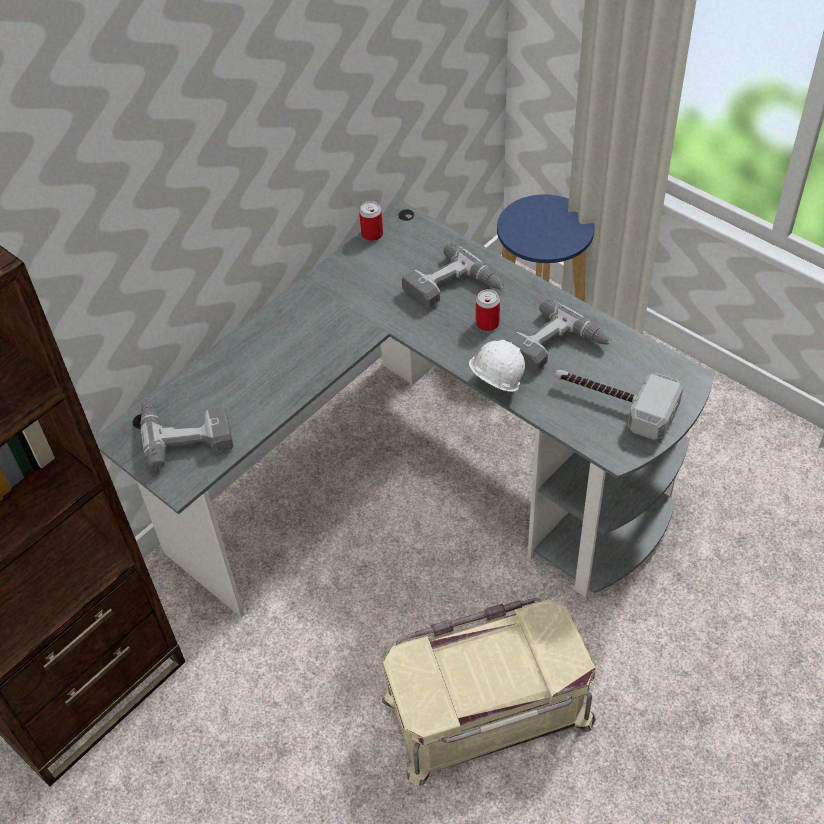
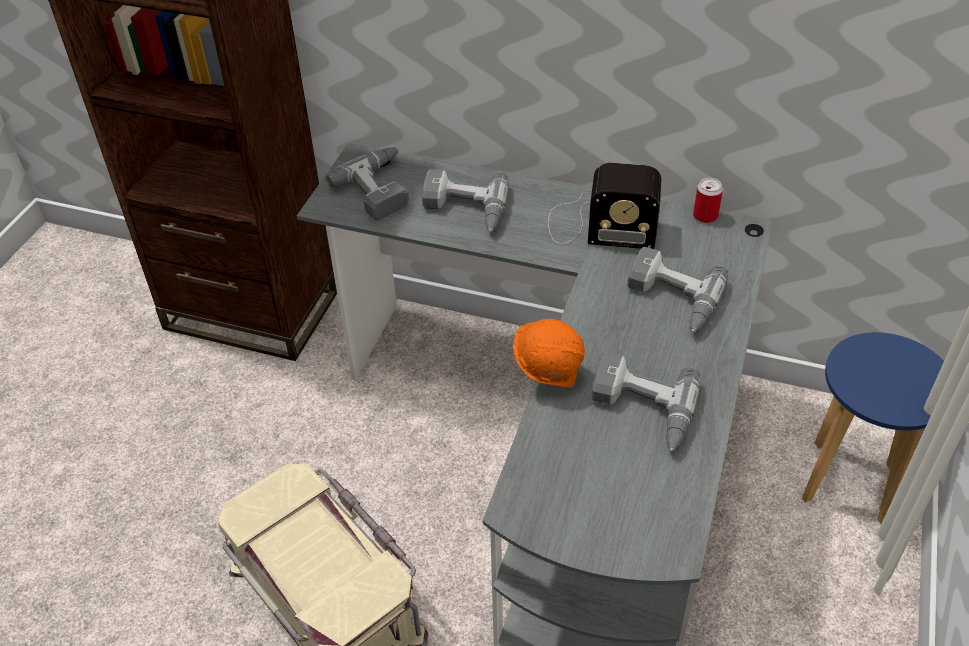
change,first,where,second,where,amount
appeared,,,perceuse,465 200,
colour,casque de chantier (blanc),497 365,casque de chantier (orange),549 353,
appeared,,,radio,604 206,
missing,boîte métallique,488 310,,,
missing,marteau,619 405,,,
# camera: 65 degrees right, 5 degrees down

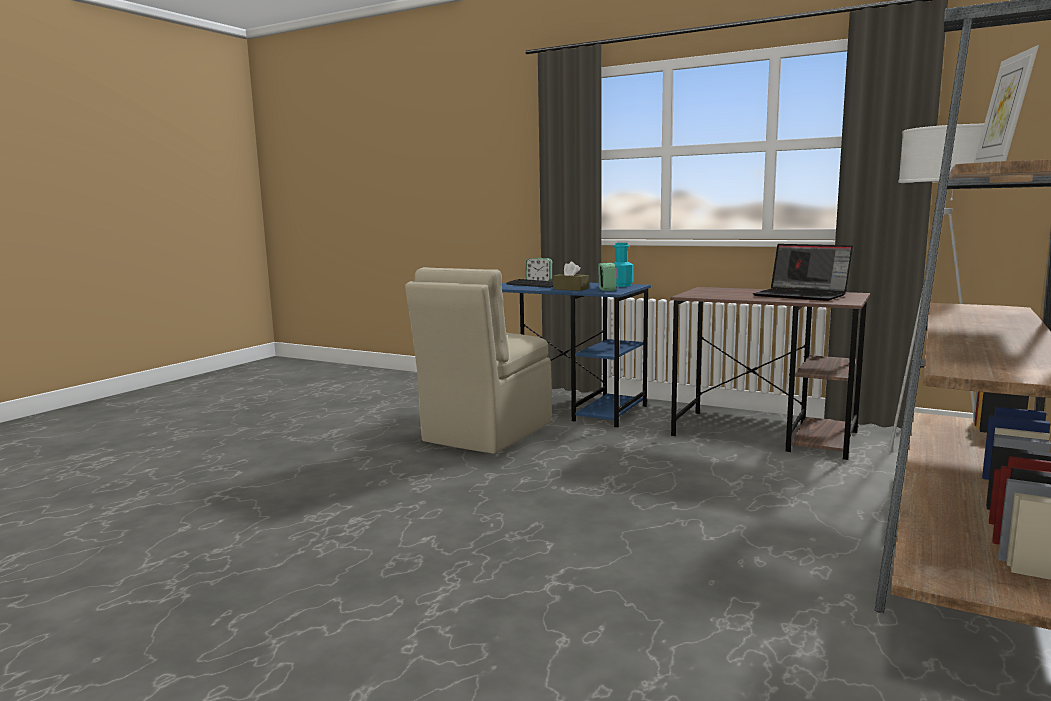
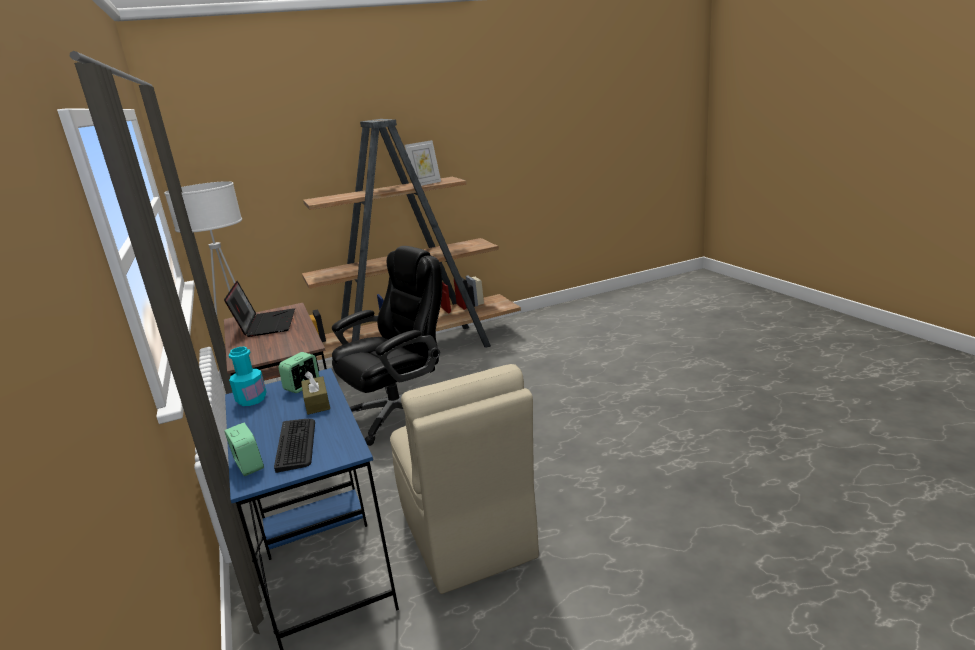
change,first,where,second,where,amount
appeared,,,chaise de bureau (noir),387 346,
spun,chaise (beige),478 360,,464 479,90 degrees clockwise
# camera: 140 degrees left, 10 degrees up

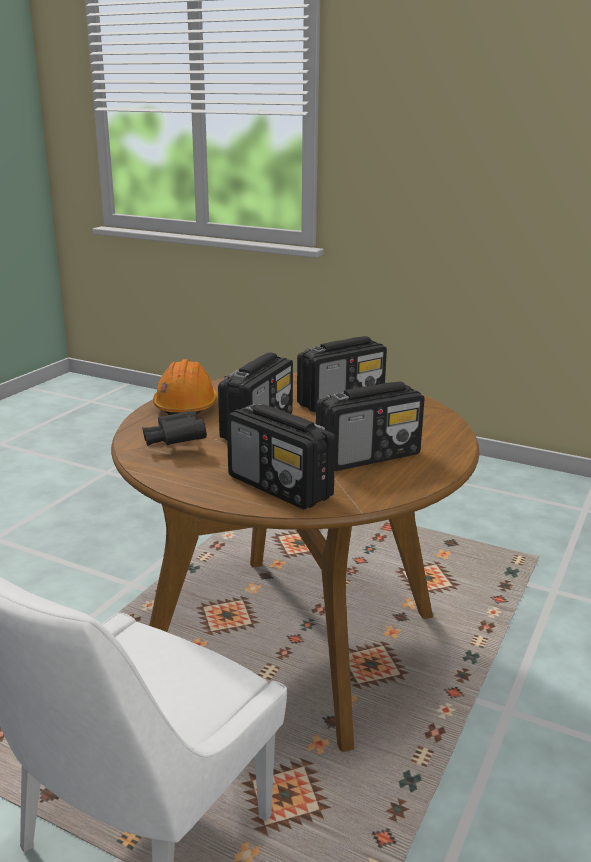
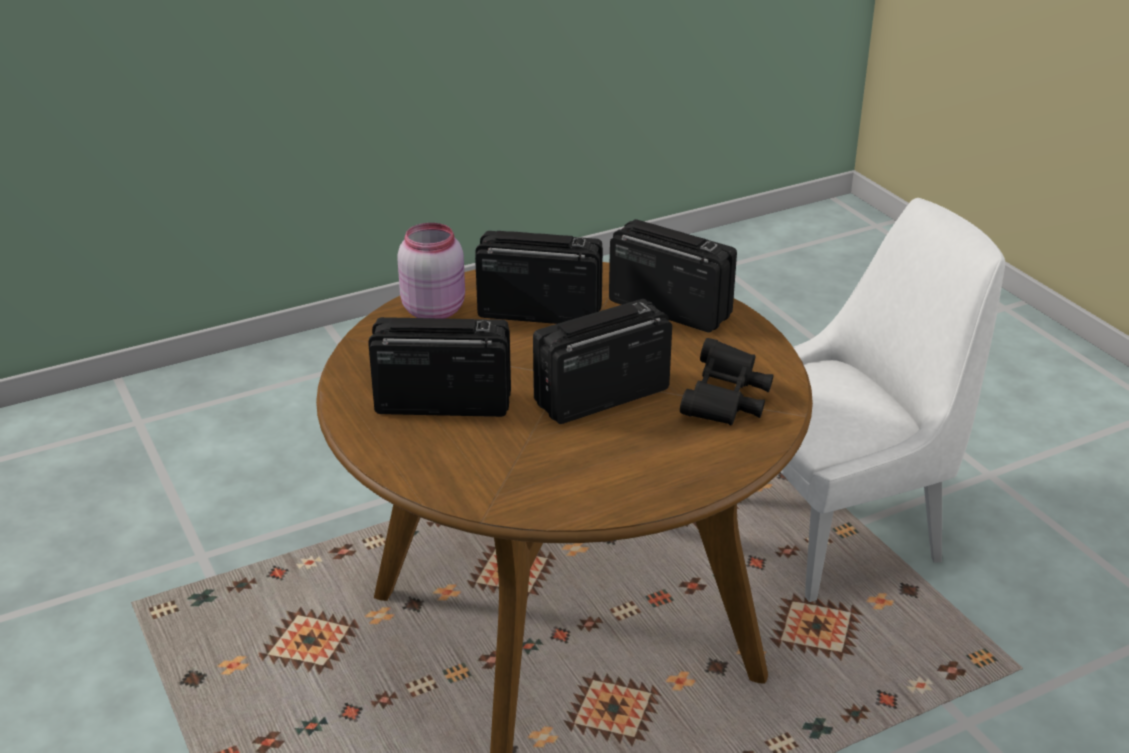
change,first,where,second,where,amount
appeared,,,bocal (rose),431 271,
spun,radio,281 456,,673 276,45 degrees counterclockwise
missing,casque de chantier (orange),185 387,,,
# camera: 145 degrees left, 10 degrees up

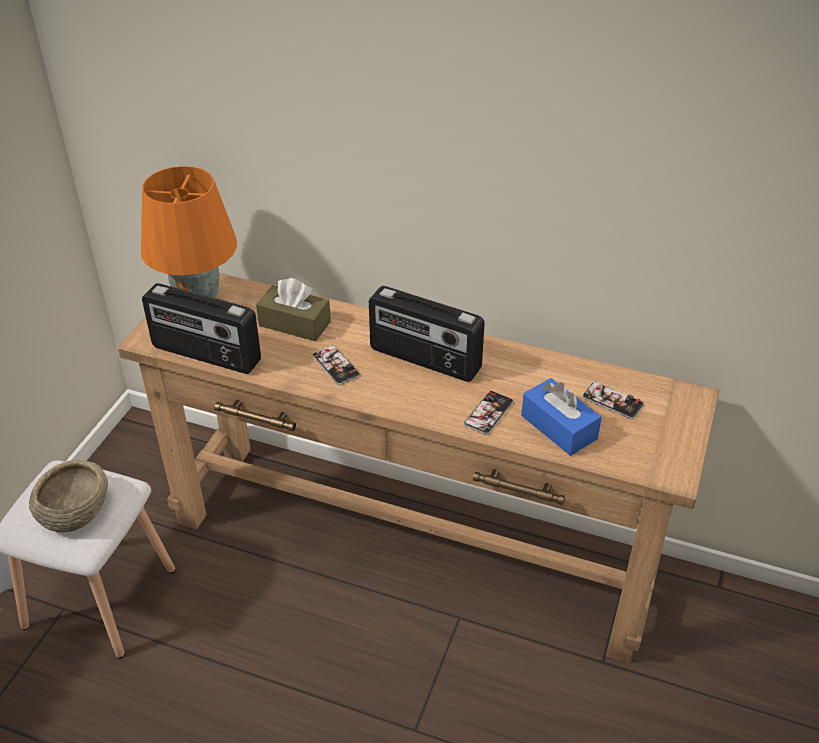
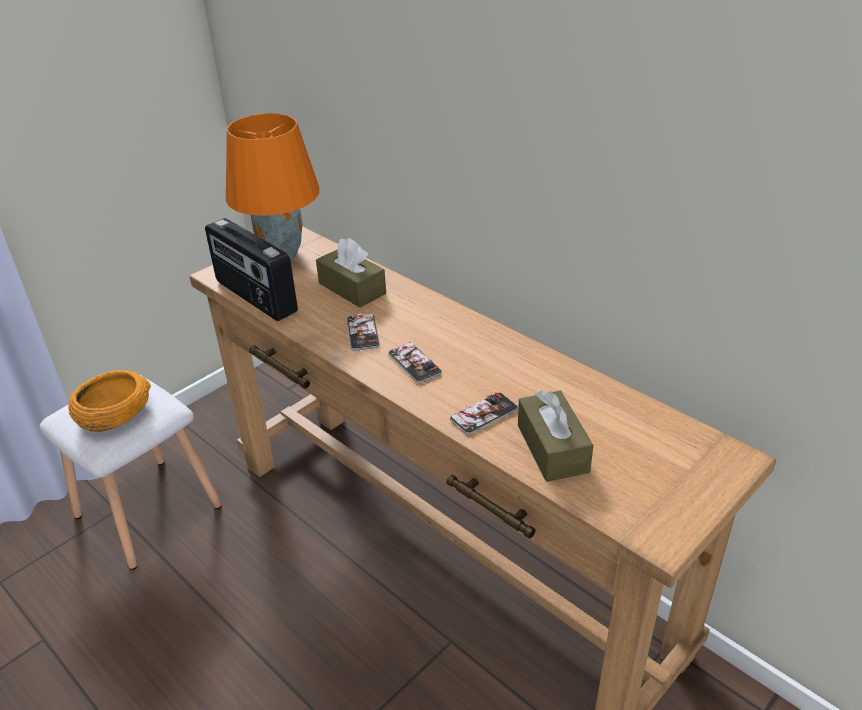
change,first,where,second,where,amount
colour,bol (beige),68 496,bol (orange),109 401,
relocated,téléphone,613 400,,415 362,
colour,boîte à mouchoirs (bleu),561 417,boîte à mouchoirs (marron),555 436,
missing,radio,427 334,,,
# camera: 25 degrees right, 5 degrees down

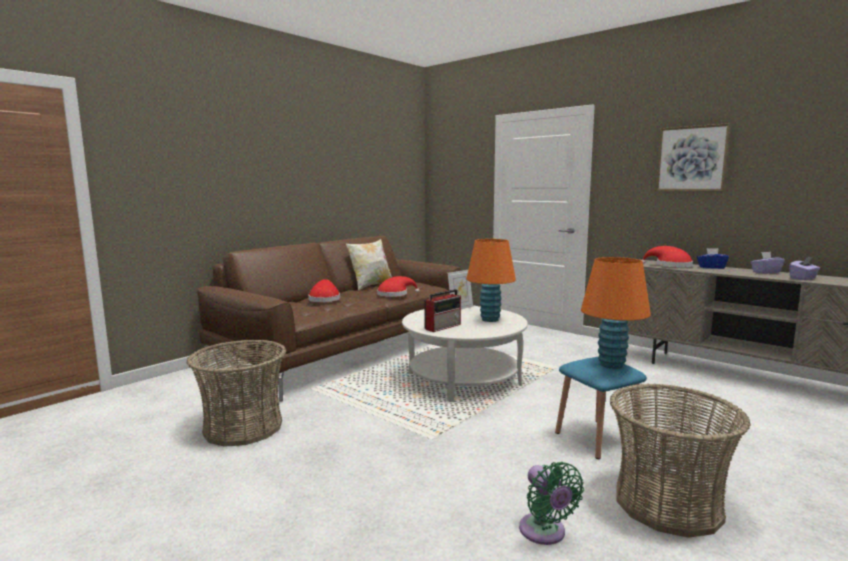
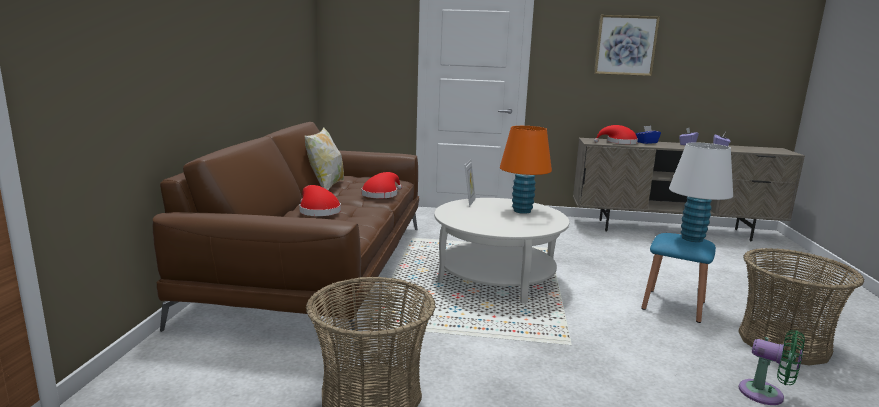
change,first,where,second,where,amount
colour,lampe de table (orange),616 313,lampe de table (blanc),701 192,
missing,radio,442 310,,,
# camera: 35 degrees left, 5 degrees up

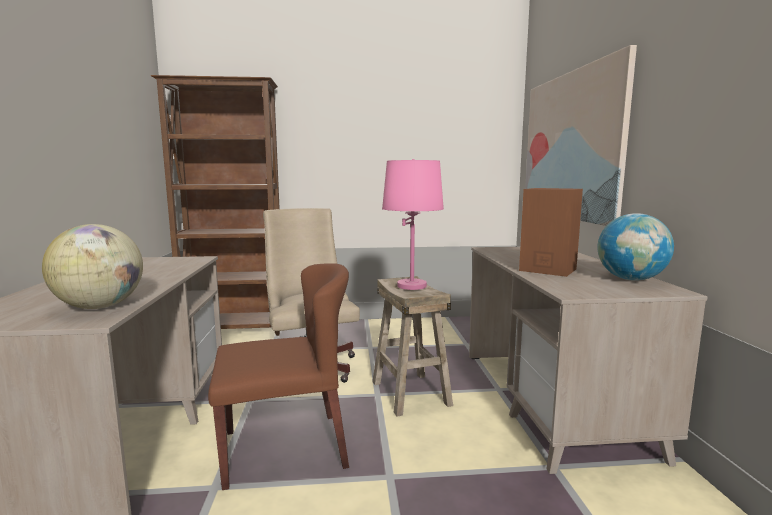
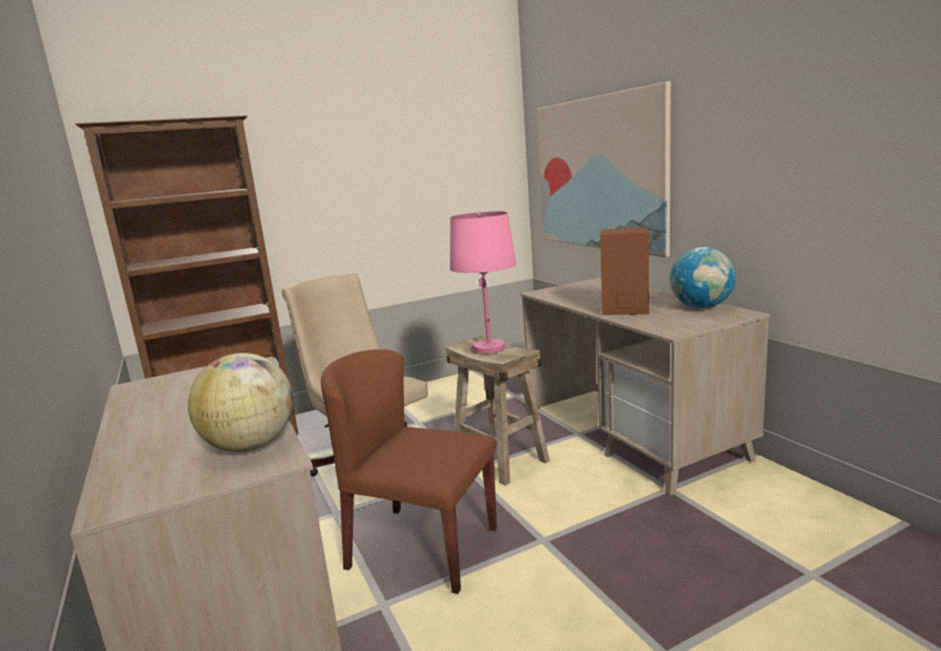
change,first,where,second,where,amount
spun,chaise (marron),278 376,,409 472,120 degrees counterclockwise
# camera: 20 degrees left, 5 degrees up

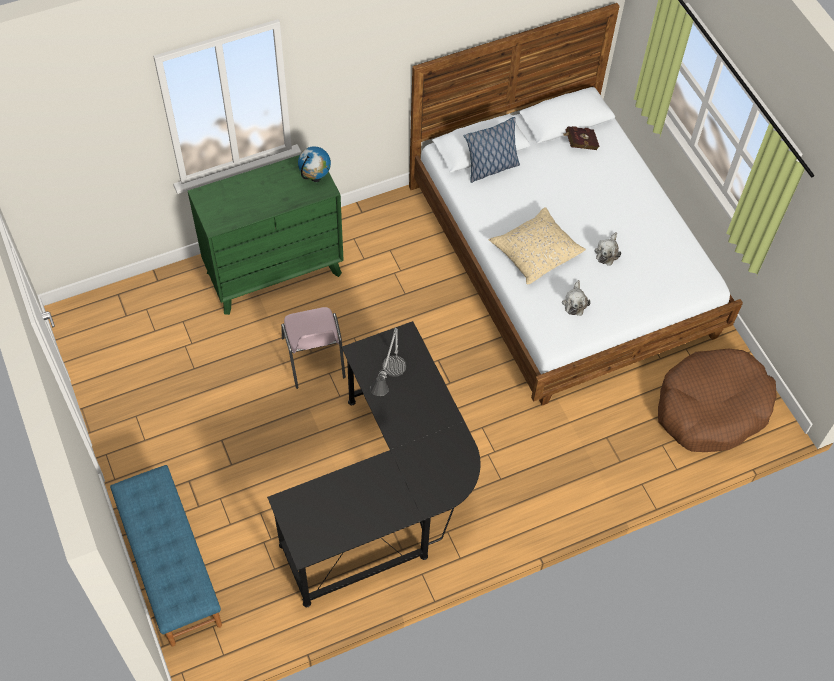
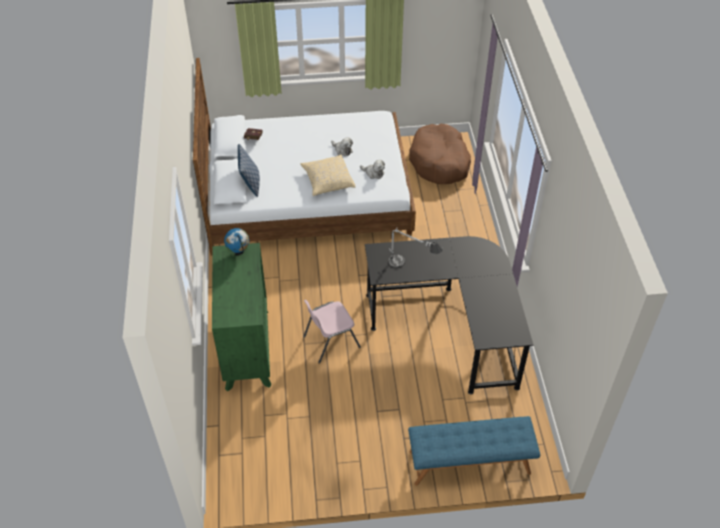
change,first,where,second,where,amount
spun,chaise (rose),313 348,,332 332,150 degrees clockwise
# camera: 70 degrees left, 10 degrees down

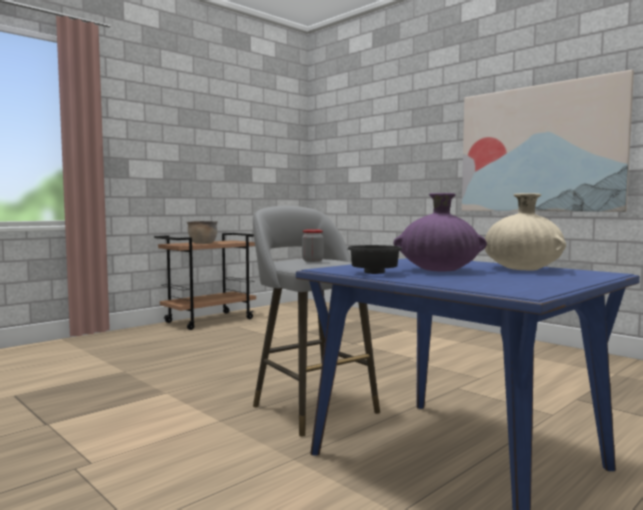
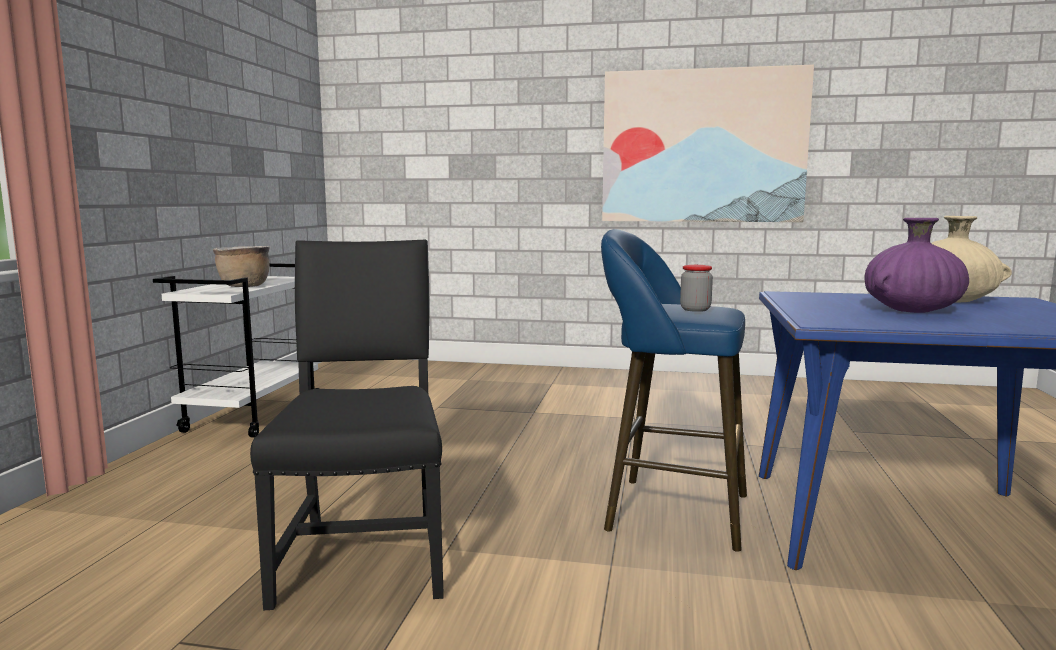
change,first,where,second,where,amount
colour,chariot (marron),205 281,chariot (blanc),236 350,
appeared,,,chaise (noir),347 425,
colour,tabouret (gris),316 321,tabouret (bleu),674 390,
missing,bol (noir),375 259,,,
# camera: 35 degrees left, 5 degrees up

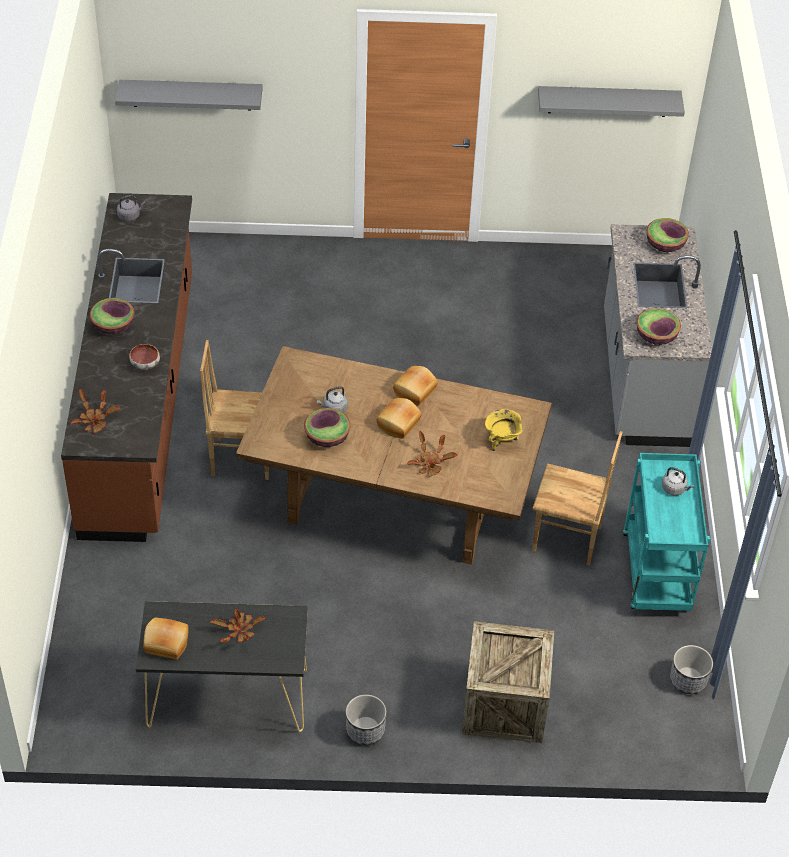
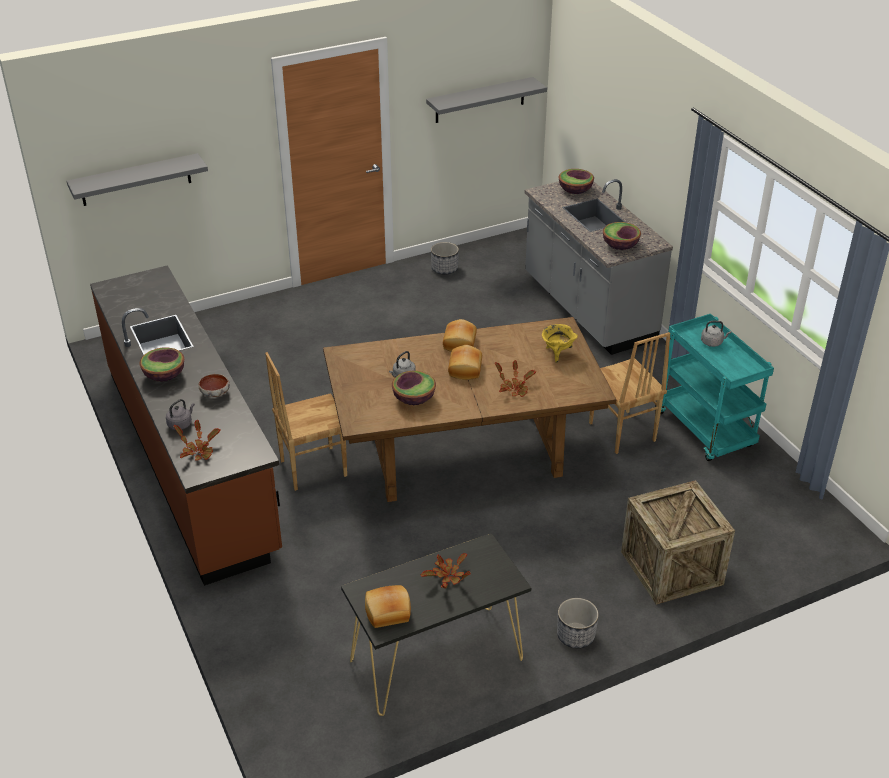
change,first,where,second,where,amount
relocated,bouilloire (gris),131 208,,180 414,
relocated,cache-pot,691 669,,445 258,
spun,chaise (marron),577 498,,629 393,75 degrees clockwise
# camera: 25 degrees left, 10 degrees down

